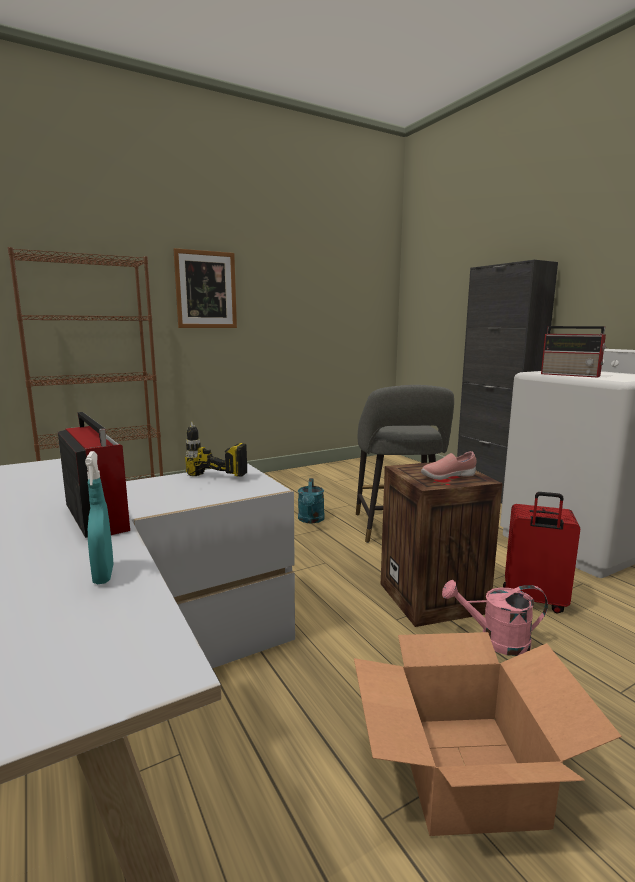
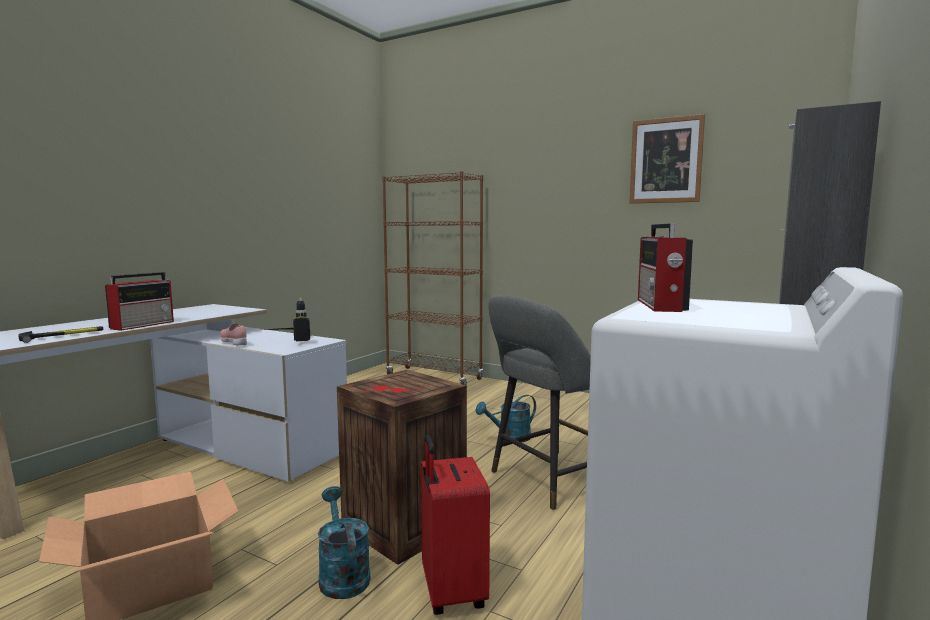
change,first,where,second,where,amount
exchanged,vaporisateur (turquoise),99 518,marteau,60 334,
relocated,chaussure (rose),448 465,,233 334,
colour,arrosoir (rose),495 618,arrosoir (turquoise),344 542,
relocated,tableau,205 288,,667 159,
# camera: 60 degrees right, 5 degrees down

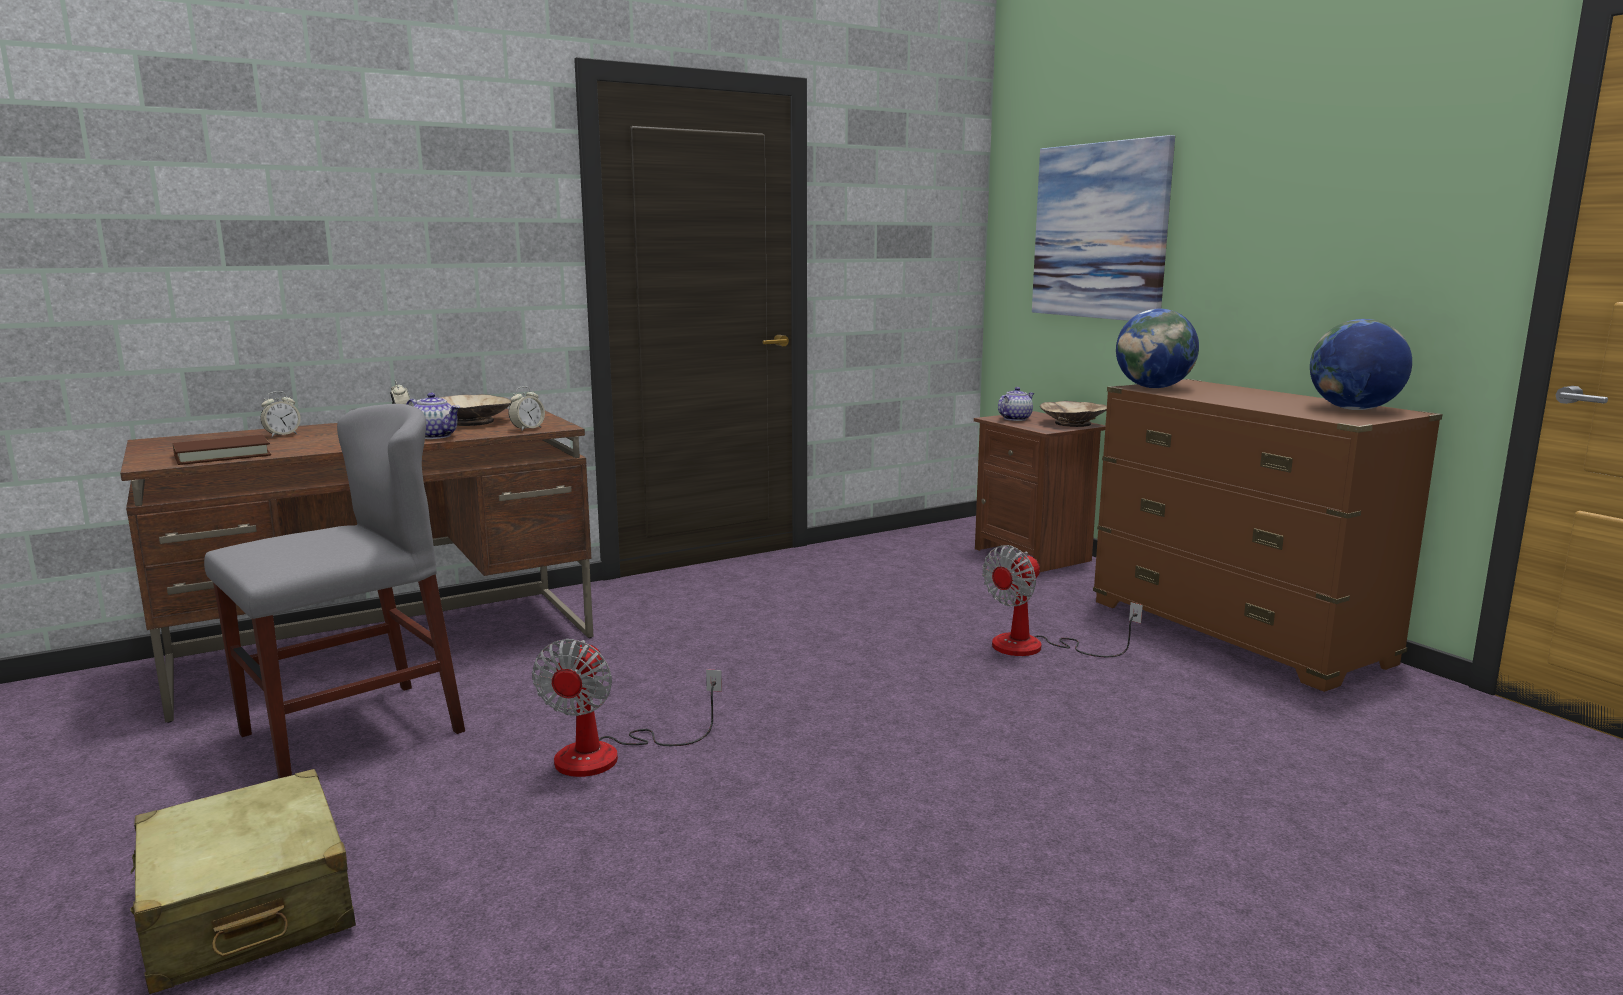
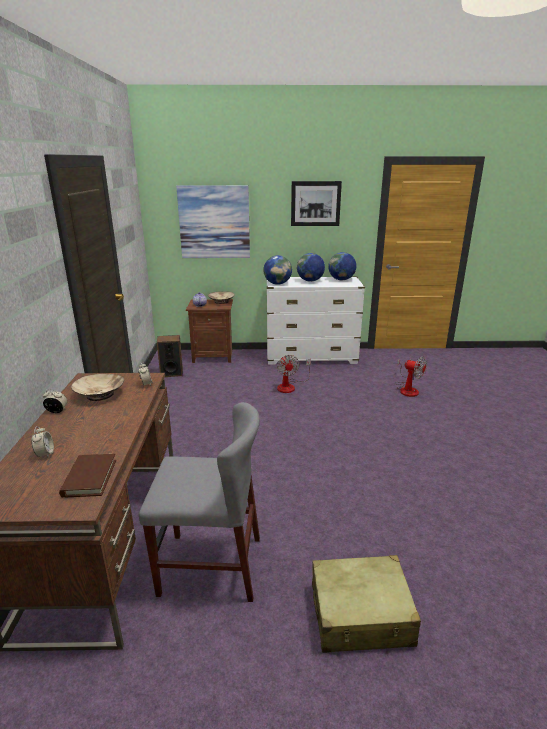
change,first,where,second,where,amount
spun,chaise (gris),334 591,,199 502,105 degrees clockwise
appeared,,,enceinte,170 356,
colour,commode (marron),1268 535,commode (blanc),316 321,
appeared,,,tableau,316 203,
appeared,,,globe,311 267,
relocated,ventilateur,627 708,,411 377,
missing,théière,433 416,,,
# camera: 60 degrees left, 10 degrees up

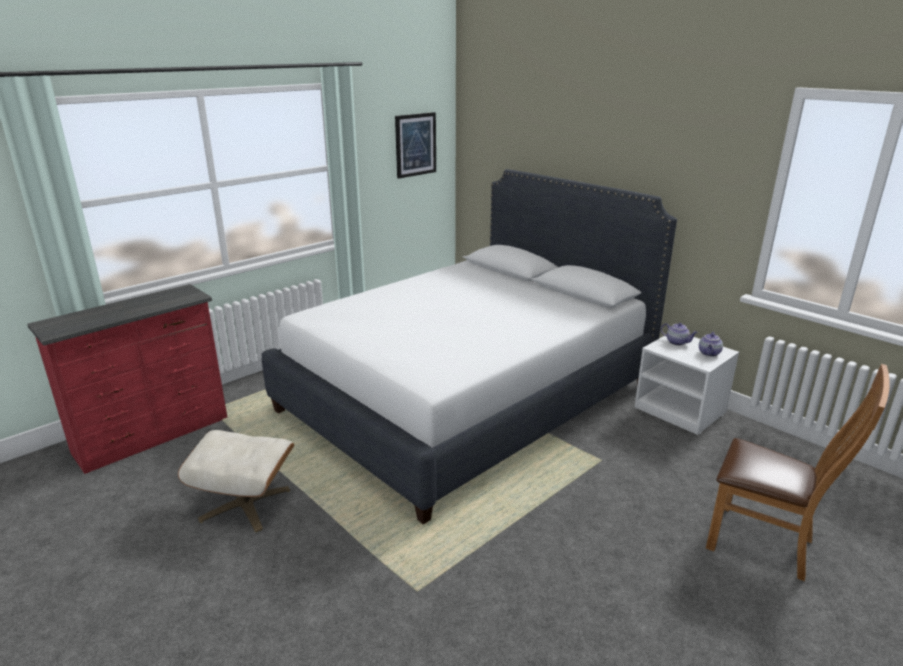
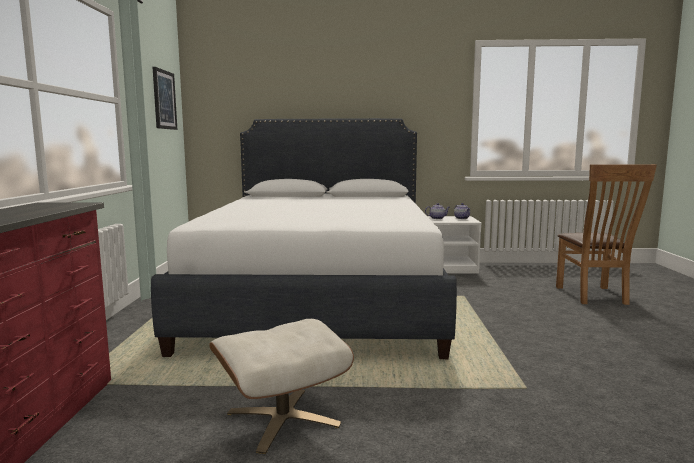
change,first,where,second,where,amount
spun,chaise (marron),798 472,,606 234,105 degrees clockwise
# camera: 45 degrees left, 15 degrees down

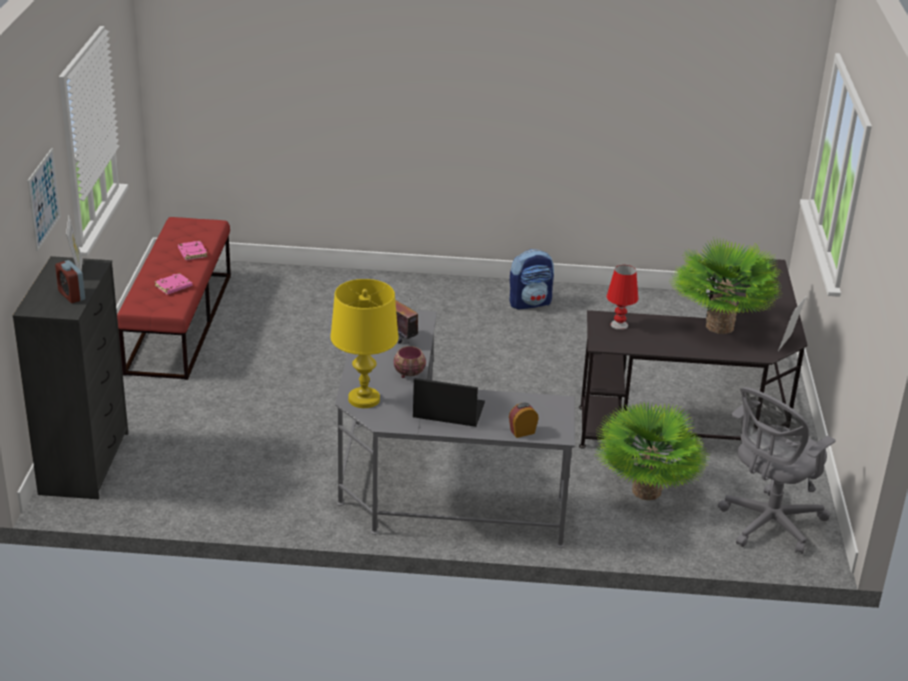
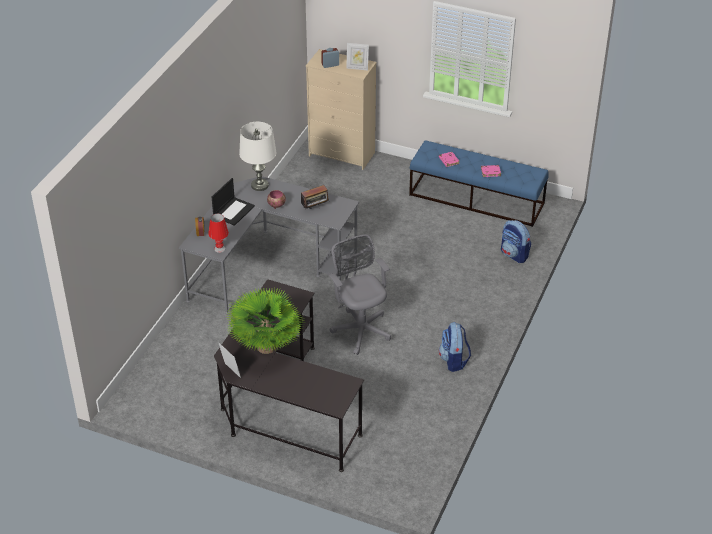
change,first,where,second,where,amount
relocated,lampe de table (rouge),622 297,,218 233,
colour,lampe de table (jaune),365 343,lampe de table (blanc),257 156,
colour,commode (noir),70 377,commode (beige),341 109,
relocated,chaise de bureau (gris),777 470,,359 294,
colour,banc (rouge),174 298,banc (bleu),479 183,
appeared,,,sac à dos,516 241,
missing,tableau,44 199,,,
missing,plante en pot,651 450,,,
# camera: 110 degrees right, 10 degrees up

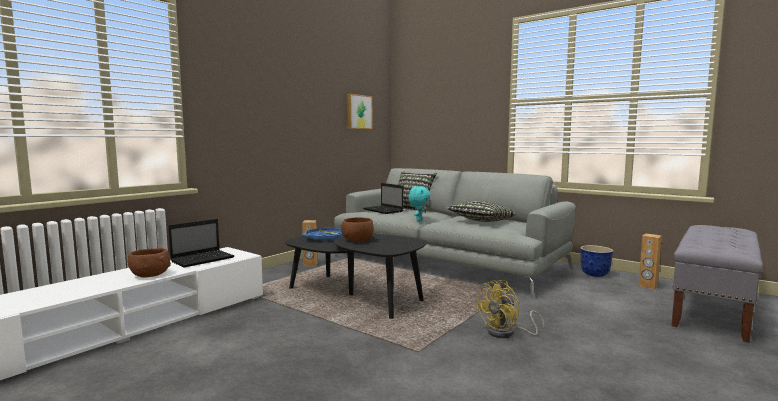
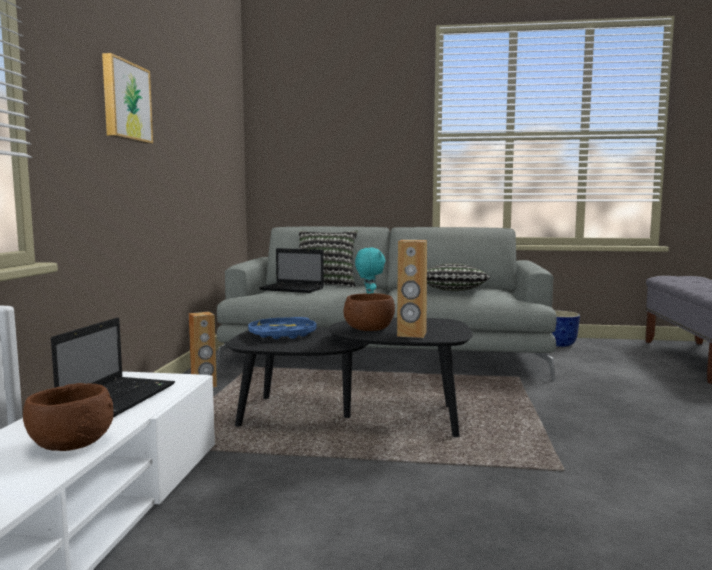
change,first,where,second,where,amount
relocated,tableau,359 111,,127 98,
relocated,enceinte (marron),650 261,,412 289,
missing,ventilateur (jaune),510 309,,,
# camera: 30 degrees left, 0 degrees up

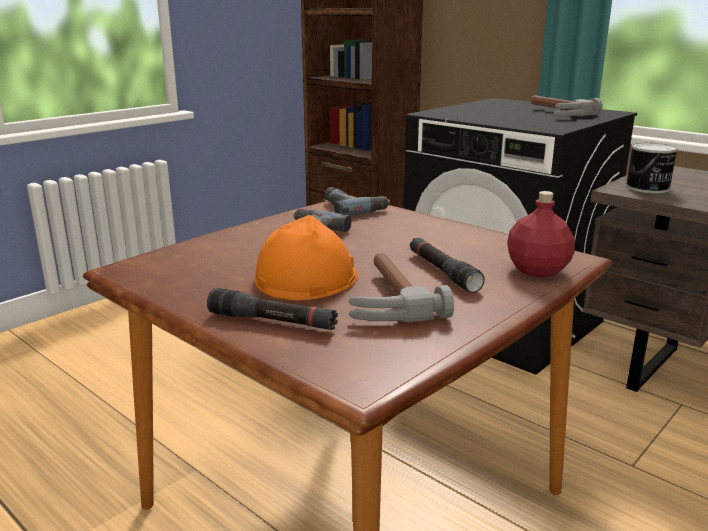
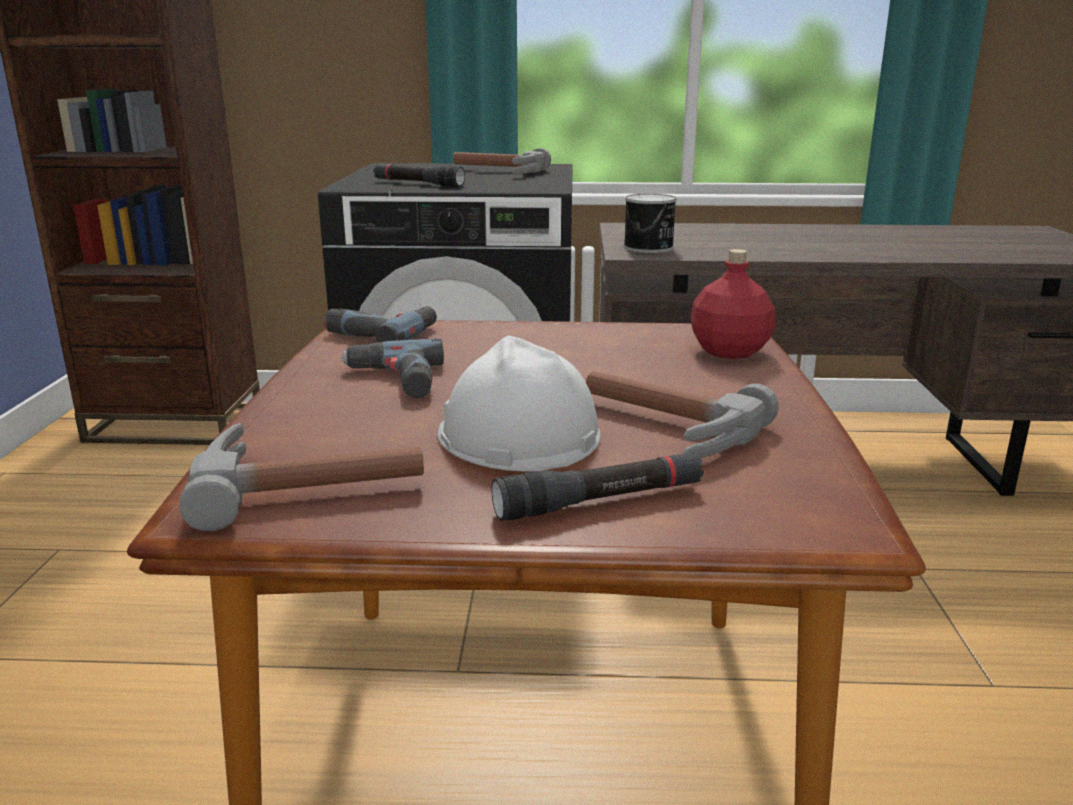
change,first,where,second,where,amount
appeared,,,marteau,301 477,
relocated,lampe de poche (noir),447 265,,419 175,
colour,casque de chantier (orange),306 257,casque de chantier (blanc),519 404,
# camera: 40 degrees left, 0 degrees up

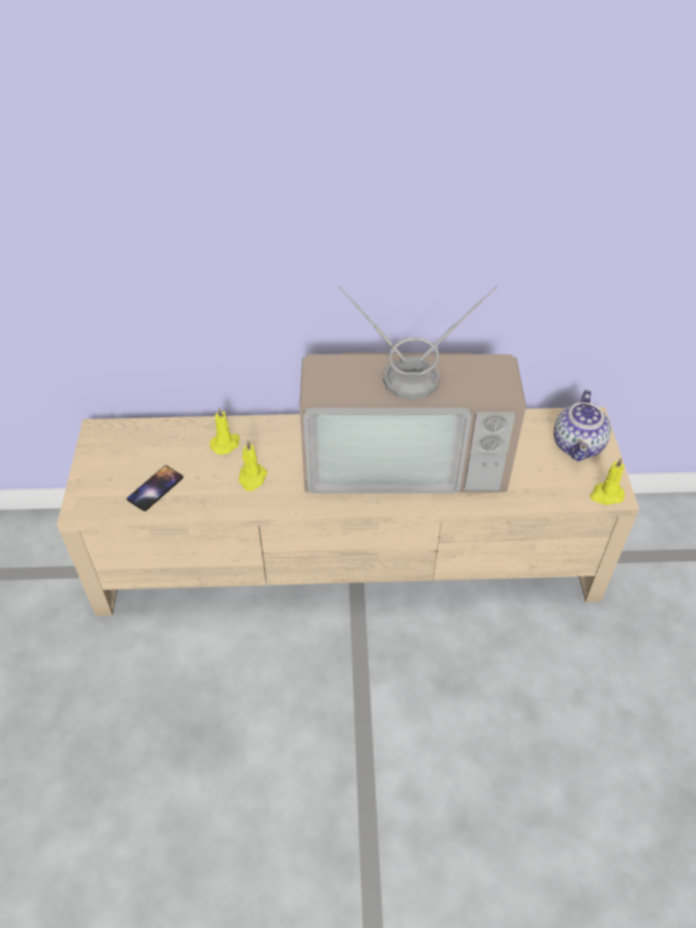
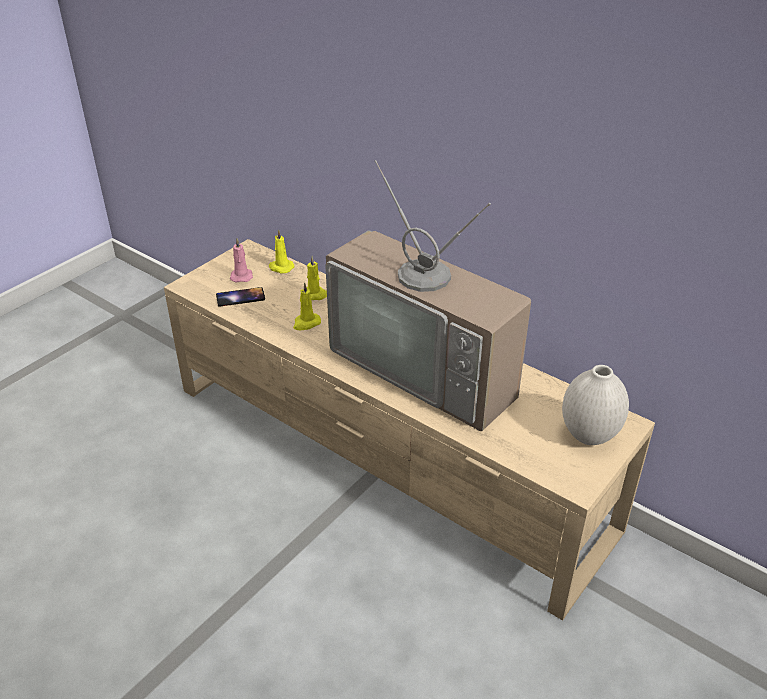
change,first,where,second,where,amount
appeared,,,bougie (rose),241 260,
relocated,bougie (jaune),607 481,,282 251,
exchanged,théière,582 425,vase (blanc),595 405,
# camera: 40 degrees right, 10 degrees down

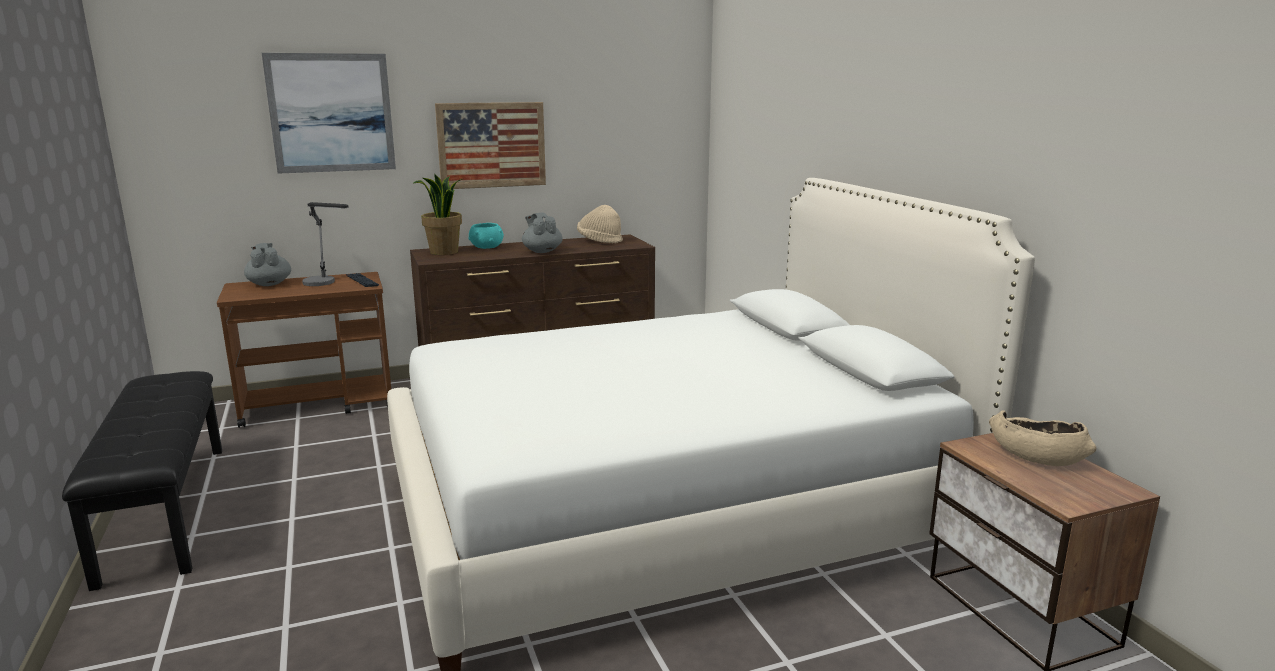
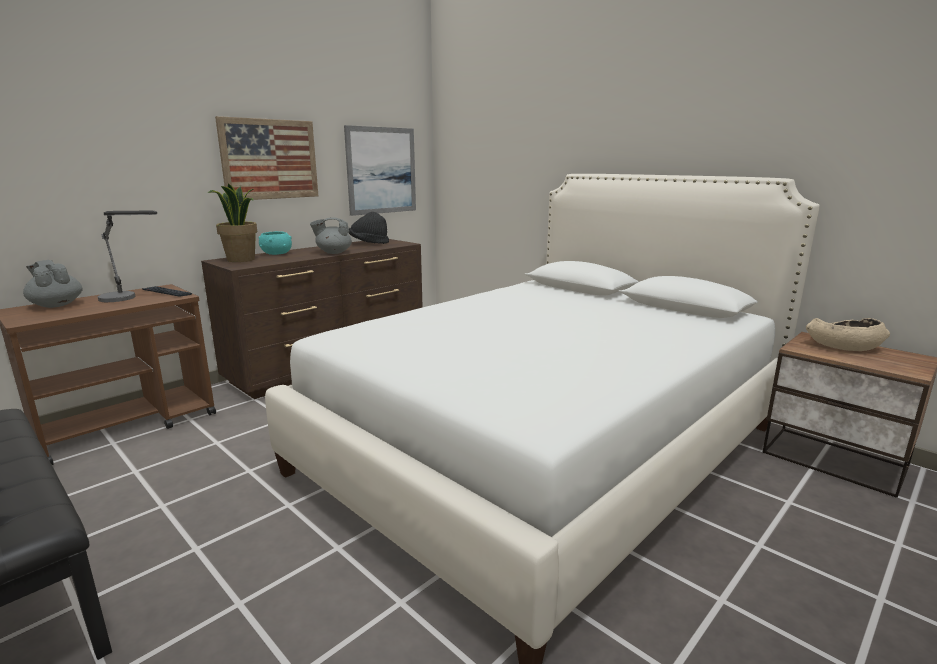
change,first,where,second,where,amount
spun,théière (gris),542 232,,331 236,45 degrees counterclockwise
relocated,tableau,329 113,,380 170,
colour,chapeau (beige),600 224,chapeau (noir),369 228,
# camera: 25 degrees left, 0 degrees up

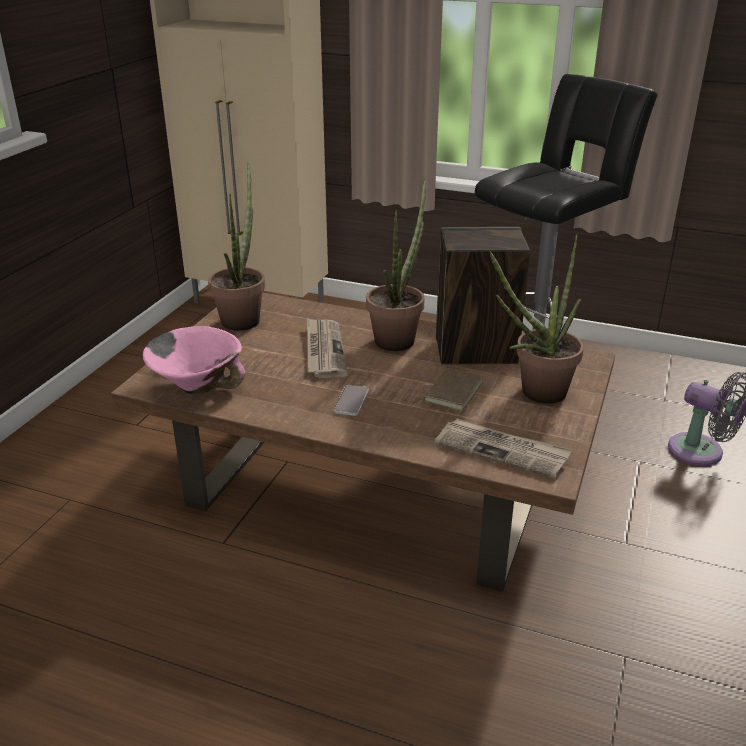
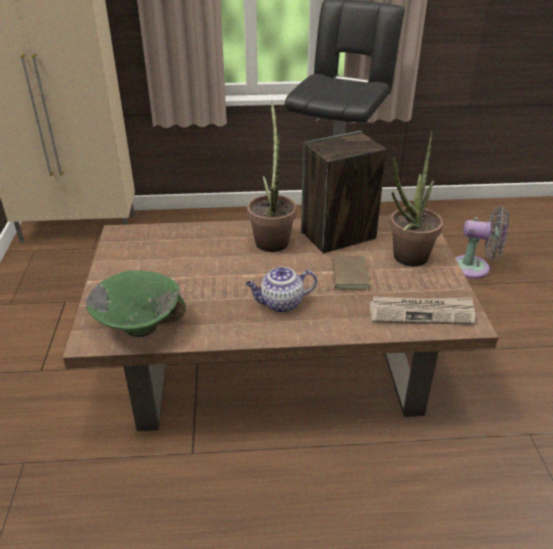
change,first,where,second,where,amount
colour,bol (rose),194 360,bol (vert),136 304,
exchanged,téléphone,351 400,théière,281 290,
missing,plante en pot,236 246,,,
missing,journal,327 348,,,
# camera: 25 degrees left, 5 degrees up

